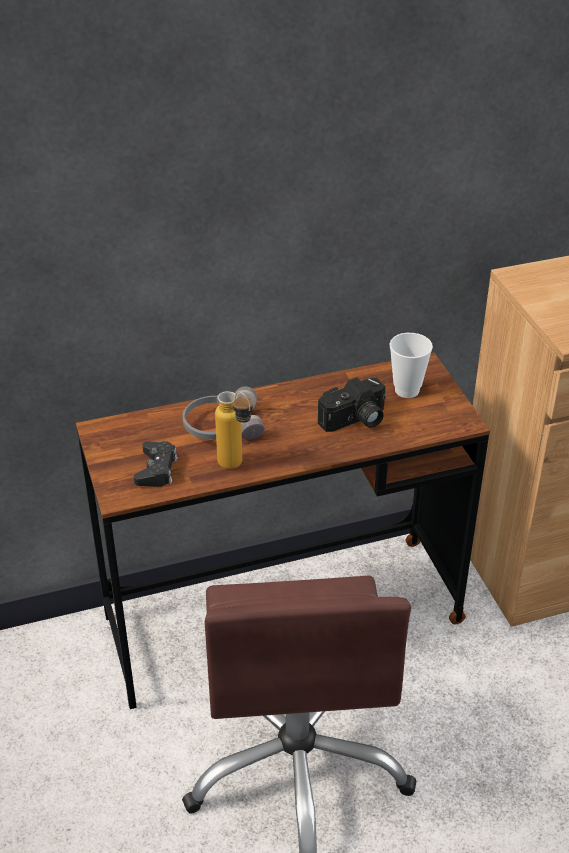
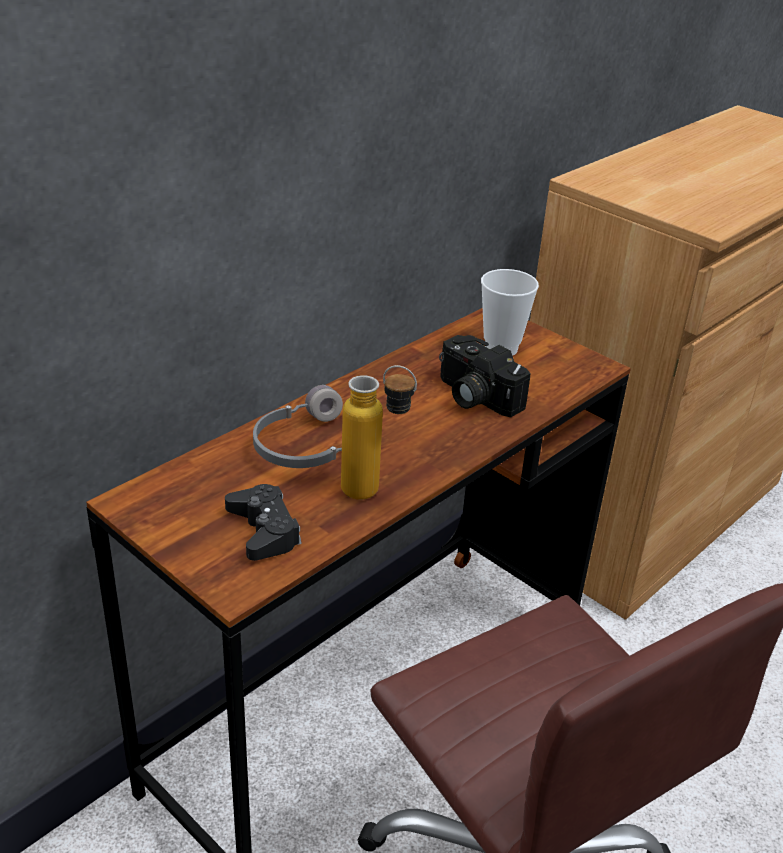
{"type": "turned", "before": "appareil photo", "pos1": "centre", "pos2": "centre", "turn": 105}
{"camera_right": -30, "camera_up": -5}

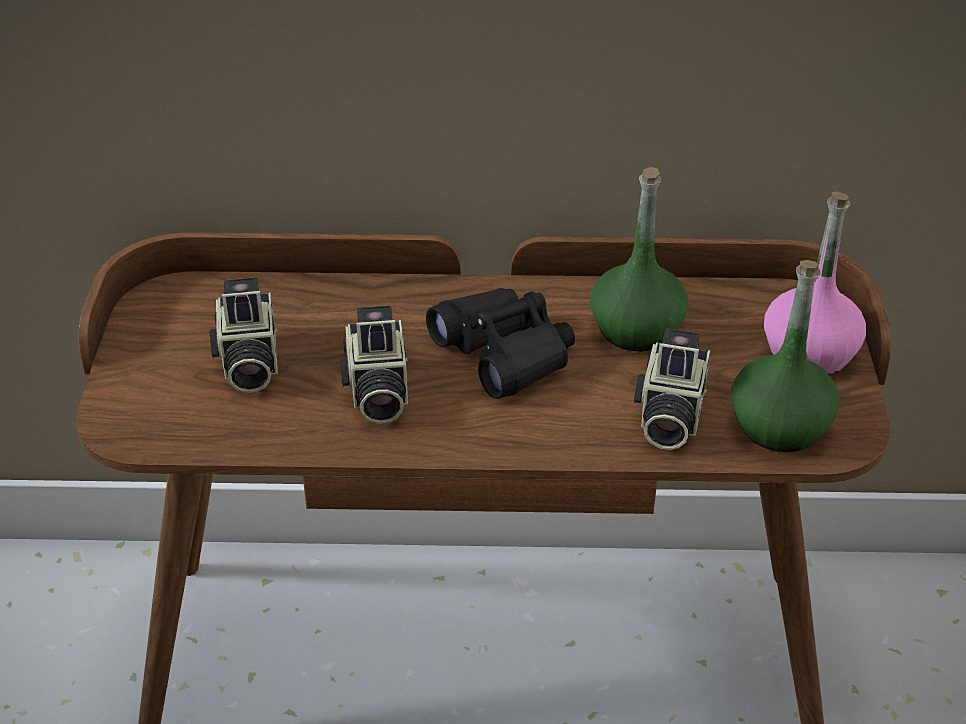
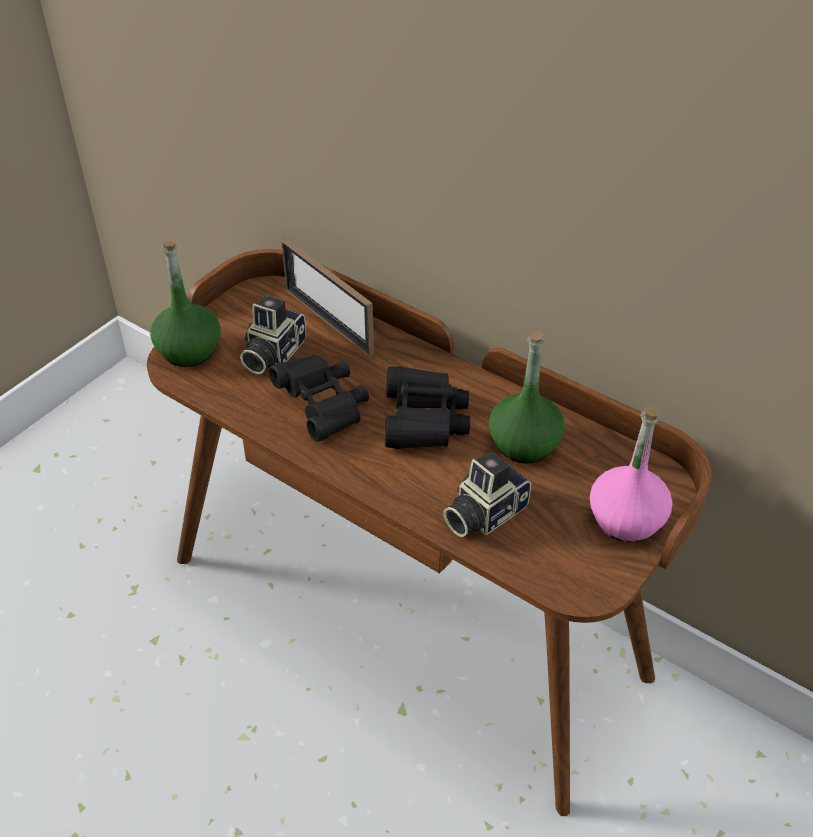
{"type": "replaced", "before": "appareil photo (2nd from left)", "after": "jumelles (noir) (1st from left)", "pos1": "centre", "pos2": "centre"}
{"type": "moved", "before": "bouteille (vert) (2nd from left in the first image)", "after": "bouteille (vert) (1st from left)", "pos1": "middle right", "pos2": "middle left"}
{"type": "added", "after": "cadre photo", "pos2": "centre"}
{"camera_right": 35, "camera_up": 5}

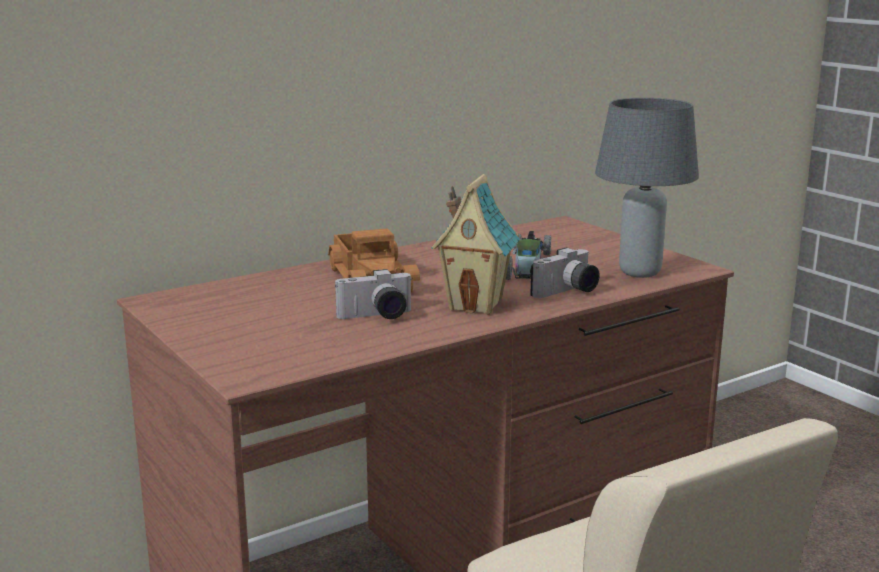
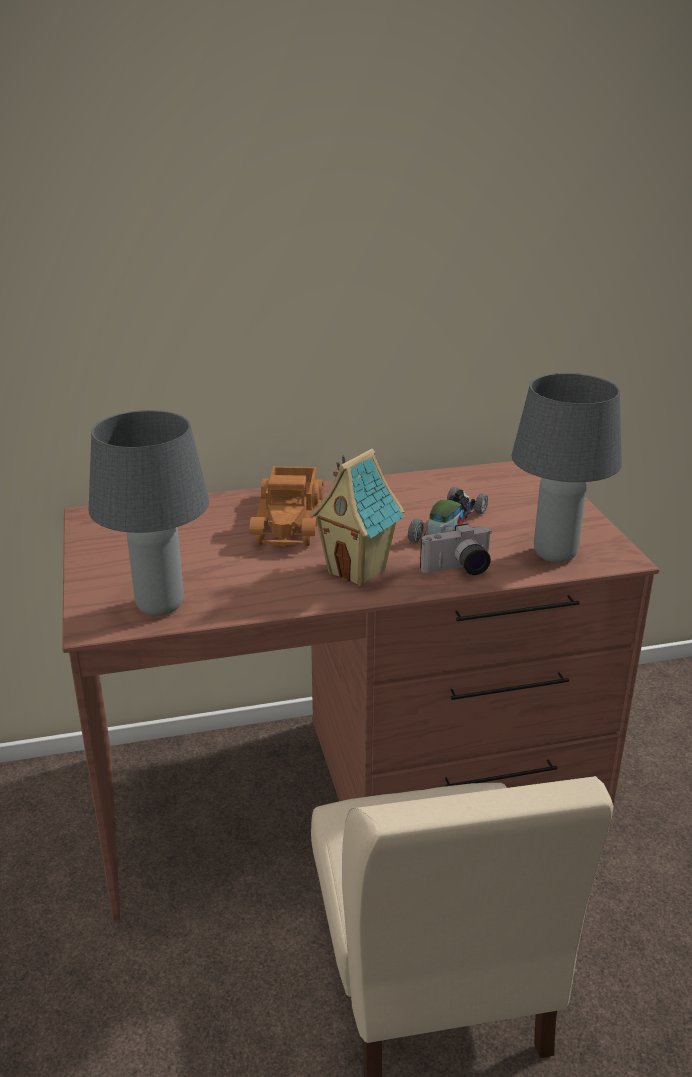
{"type": "removed", "before": "appareil photo (1st from left)", "pos1": "centre"}
{"type": "added", "after": "lampe de table (gris) (1st from left)", "pos2": "middle left"}
{"camera_right": 20, "camera_up": 10}

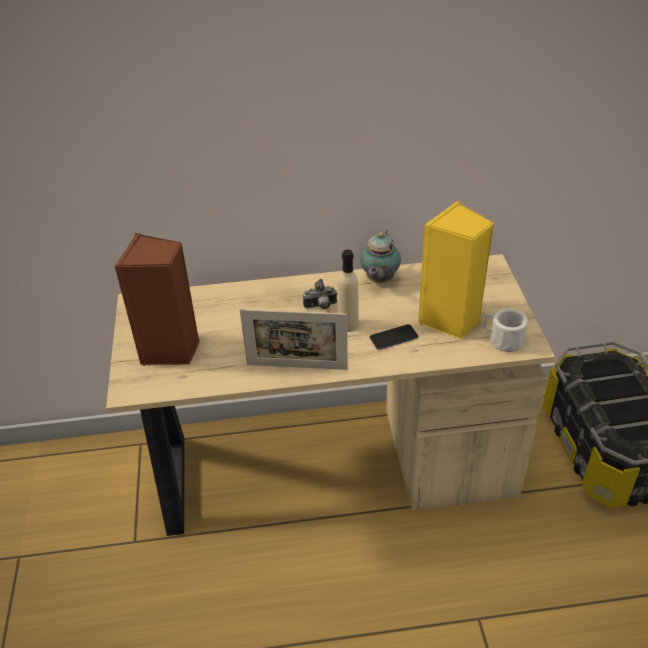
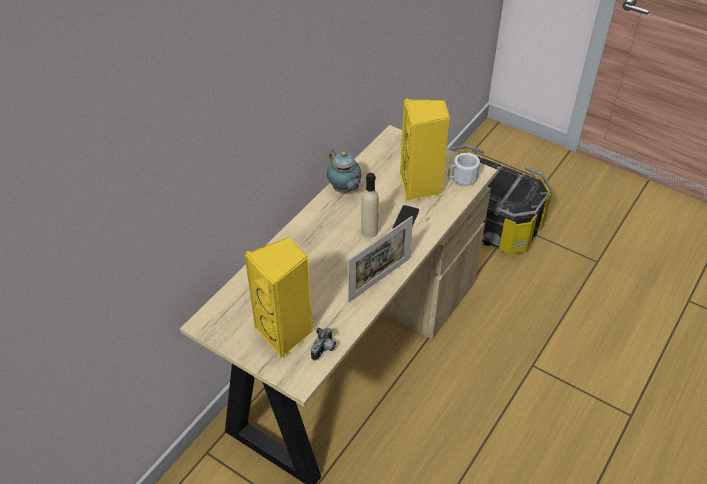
{"type": "recoloured", "before": "enceinte (marron)", "after": "enceinte (jaune) (1st from left)", "pos1": "middle left", "pos2": "centre"}
{"type": "moved", "before": "appareil photo", "pos1": "centre", "pos2": "bottom centre"}
{"camera_right": -50, "camera_up": 5}

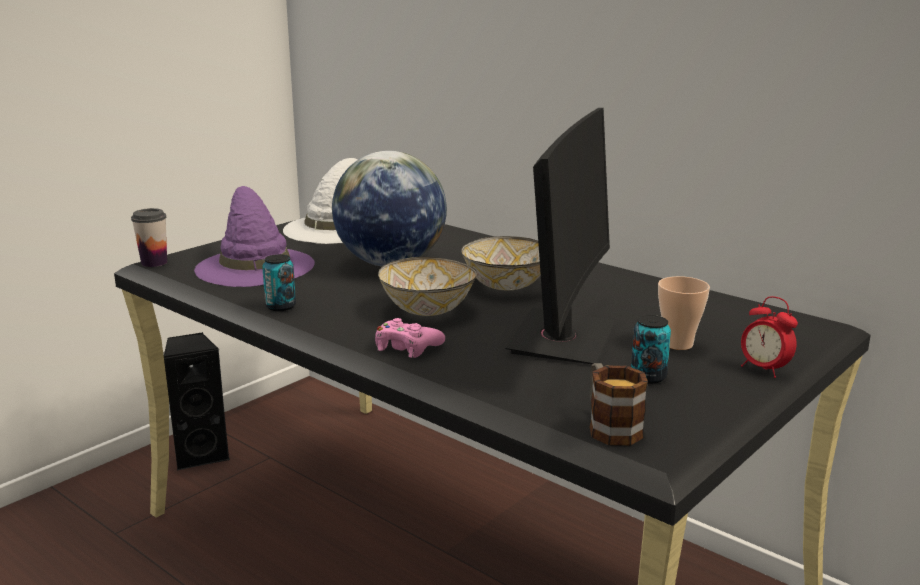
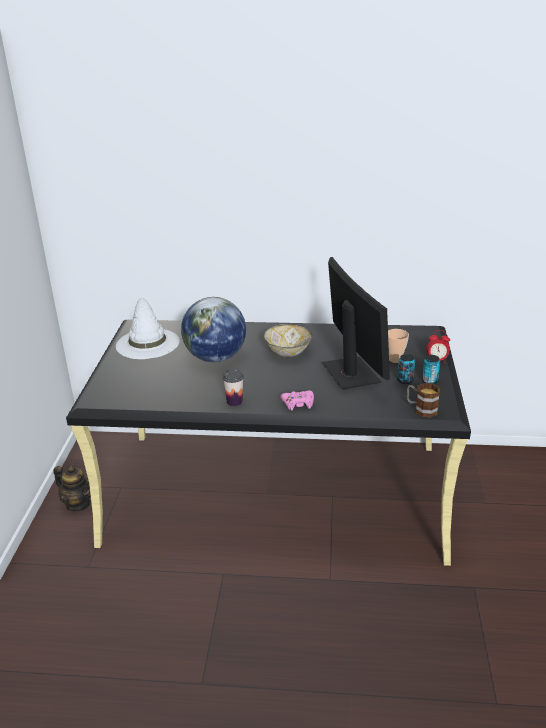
{"type": "moved", "before": "tasse (1st from left)", "pos1": "middle left", "pos2": "centre"}
{"type": "replaced", "before": "enceinte (noir)", "after": "théière", "pos1": "bottom left", "pos2": "bottom left"}
{"type": "removed", "before": "chapeau (violet)", "pos1": "middle left"}
{"type": "moved", "before": "boîte métallique (1st from left in the first image)", "after": "boîte métallique (2nd from left)", "pos1": "middle left", "pos2": "middle right"}
{"type": "removed", "before": "bol (1st from left)", "pos1": "centre"}
{"camera_right": -35, "camera_up": 10}

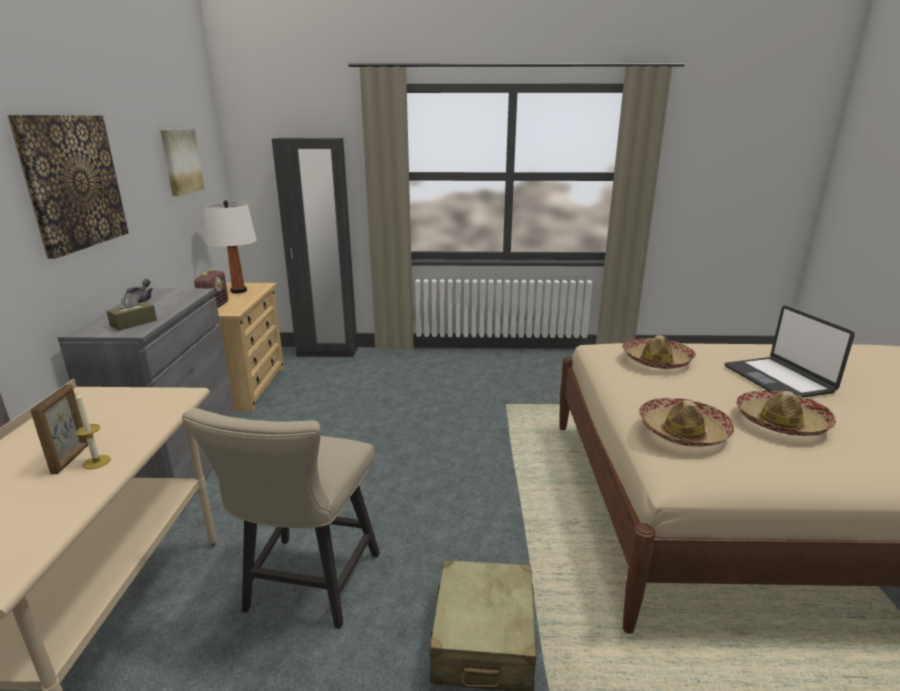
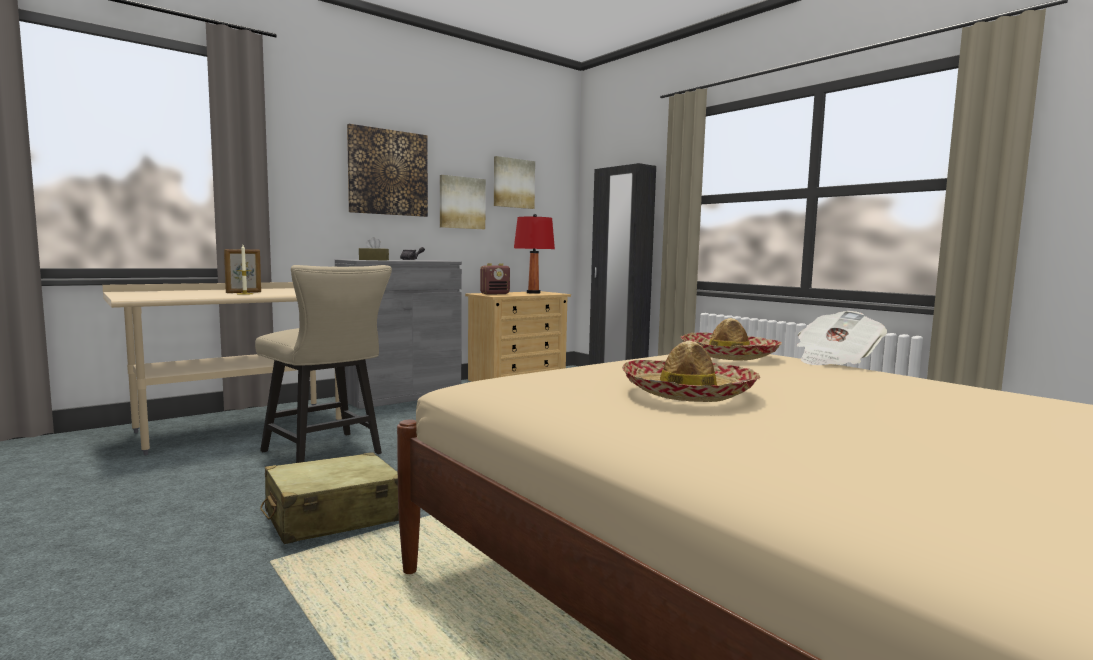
{"type": "turned", "before": "chaise (beige)", "pos1": "bottom left", "pos2": "middle left", "turn": -105}
{"type": "recoloured", "before": "lampe de table (blanc)", "after": "lampe de table (rouge)", "pos1": "middle left", "pos2": "centre"}
{"type": "removed", "before": "chapeau (2nd from left)", "pos1": "middle right"}
{"type": "removed", "before": "ordinateur portable", "pos1": "middle right"}
{"type": "added", "after": "tableau (2nd from left)", "pos2": "top centre"}
{"type": "added", "after": "journal", "pos2": "middle right"}
{"camera_right": 50, "camera_up": -15}

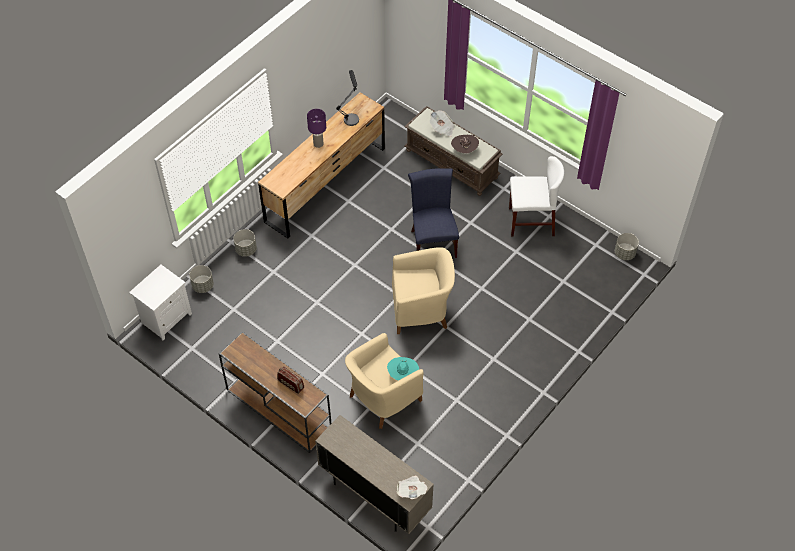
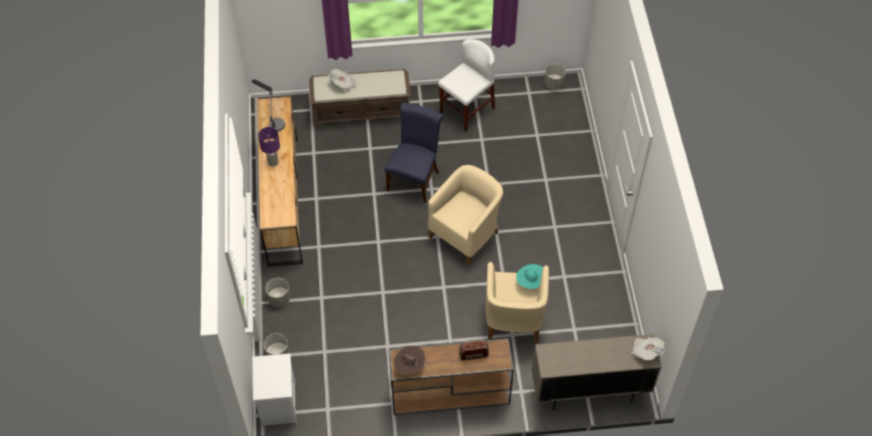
{"type": "turned", "before": "chaise (bleu)", "pos1": "centre", "pos2": "centre", "turn": 75}
{"type": "moved", "before": "chapeau (marron)", "pos1": "top centre", "pos2": "bottom centre"}
{"camera_right": -45, "camera_up": 0}

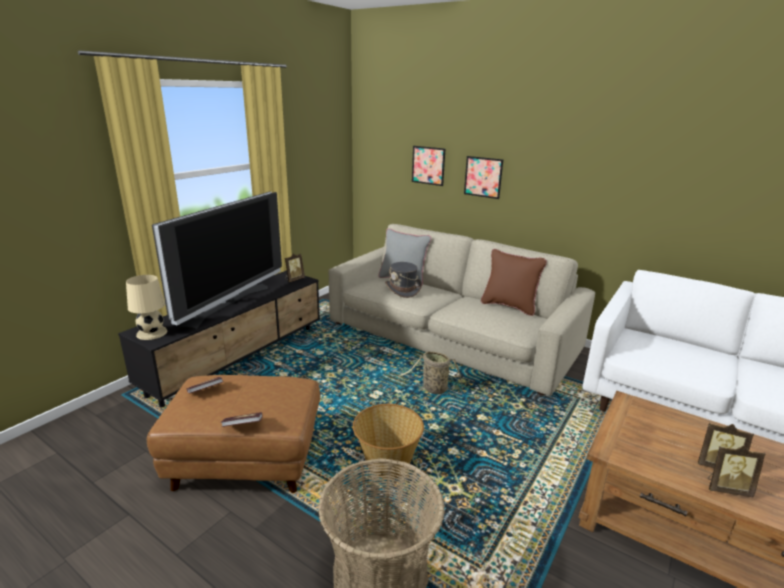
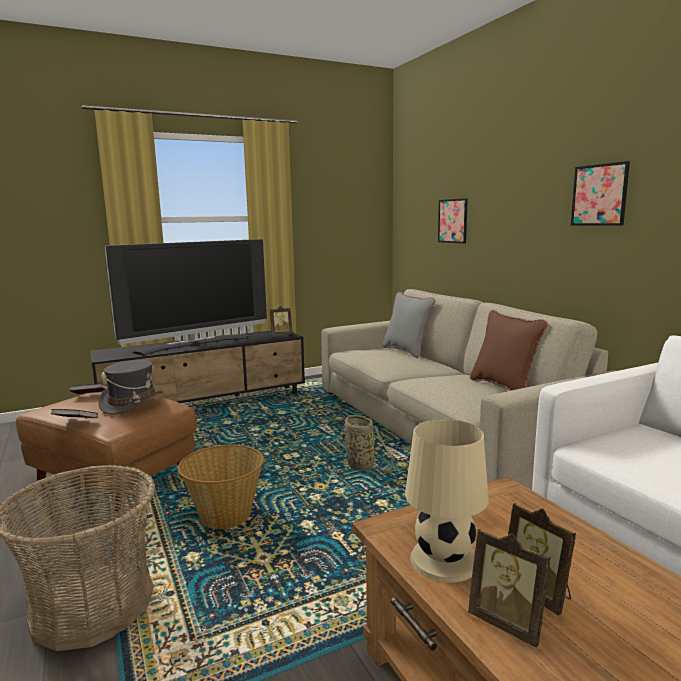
{"type": "moved", "before": "lampe de table (beige)", "pos1": "middle left", "pos2": "bottom centre"}
{"type": "moved", "before": "chapeau (gris)", "pos1": "centre", "pos2": "middle left"}
{"type": "moved", "before": "tableau (2nd from left)", "pos1": "top centre", "pos2": "top right"}
{"camera_right": 30, "camera_up": -10}

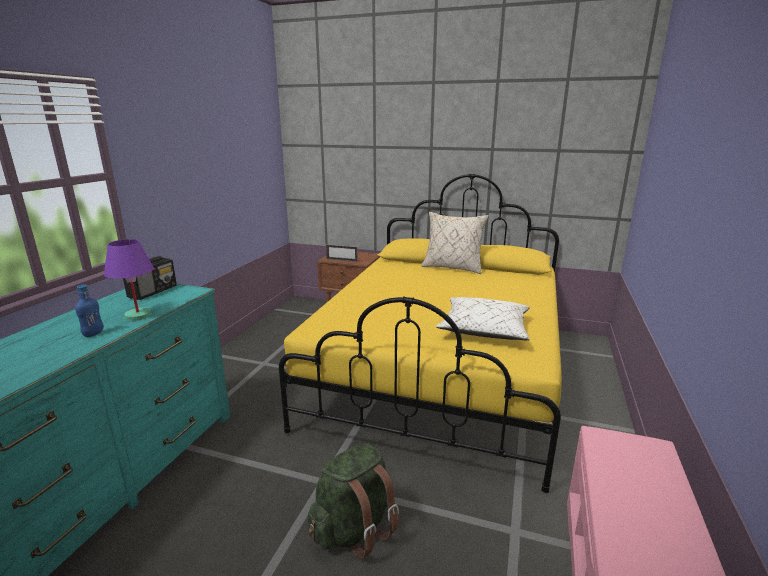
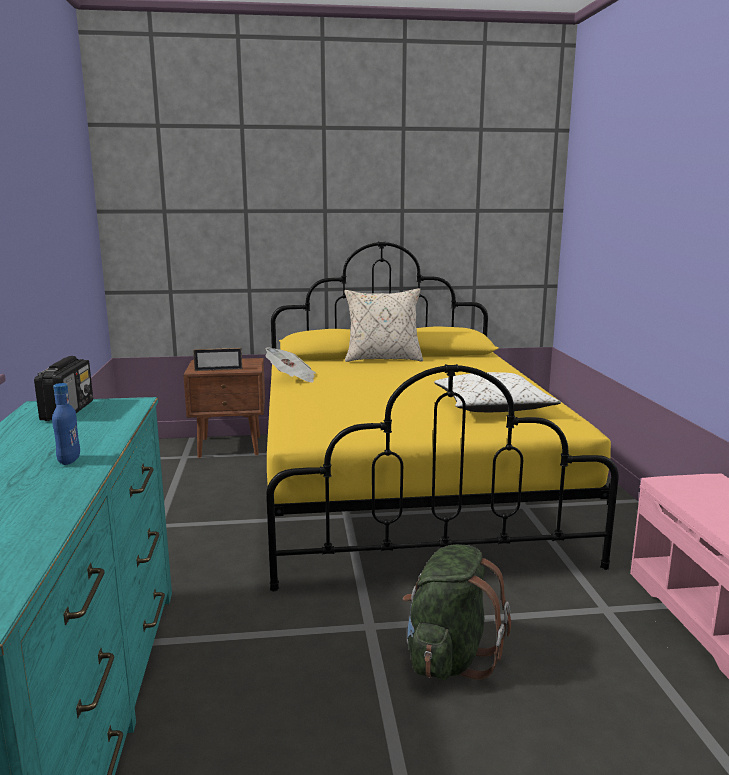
{"type": "removed", "before": "lampe de table (violet)", "pos1": "middle left"}
{"type": "added", "after": "journal", "pos2": "centre"}
{"camera_right": -25, "camera_up": -5}

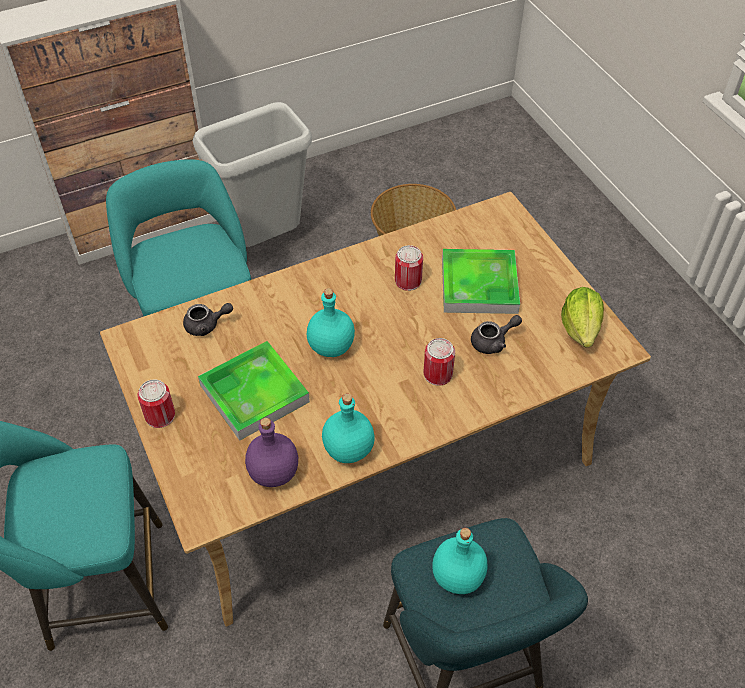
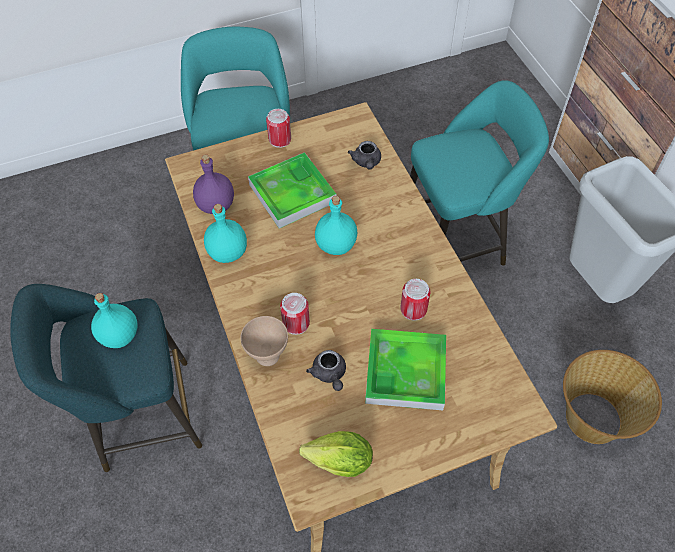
{"type": "added", "after": "bol (beige)", "pos2": "centre"}
{"camera_right": 95, "camera_up": 5}

